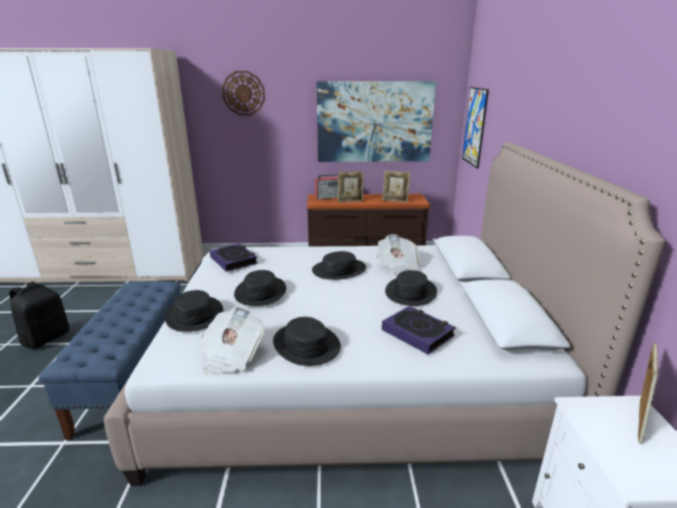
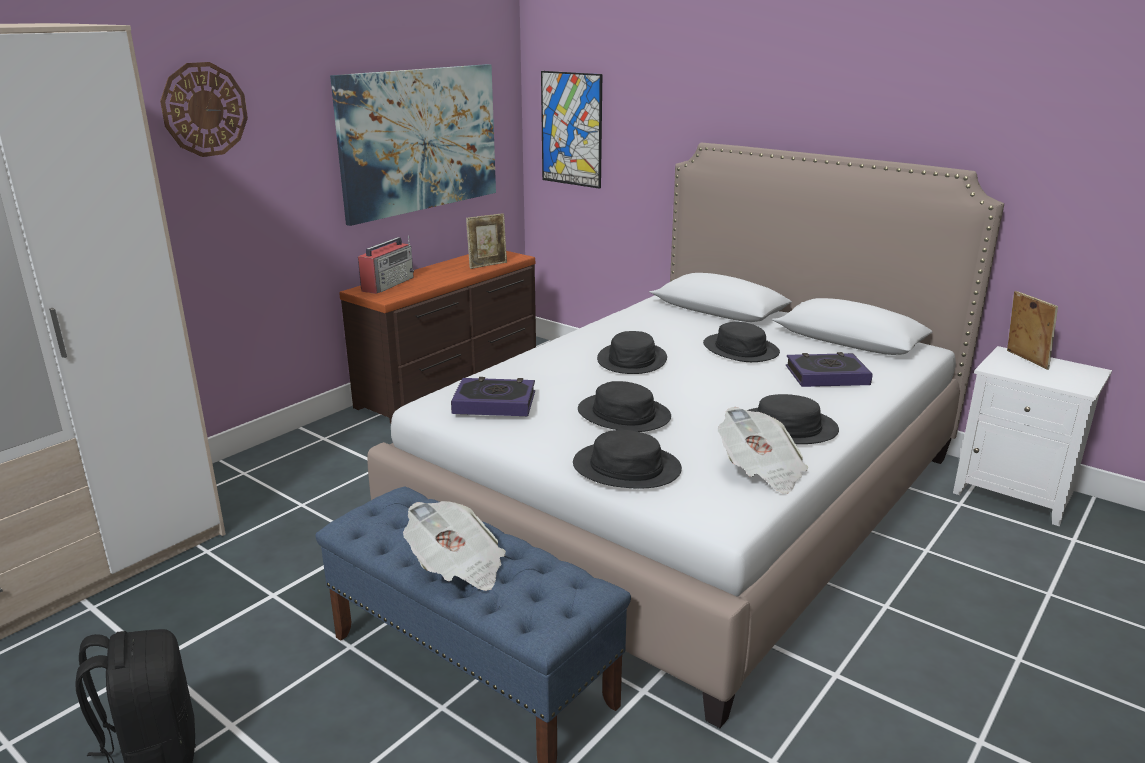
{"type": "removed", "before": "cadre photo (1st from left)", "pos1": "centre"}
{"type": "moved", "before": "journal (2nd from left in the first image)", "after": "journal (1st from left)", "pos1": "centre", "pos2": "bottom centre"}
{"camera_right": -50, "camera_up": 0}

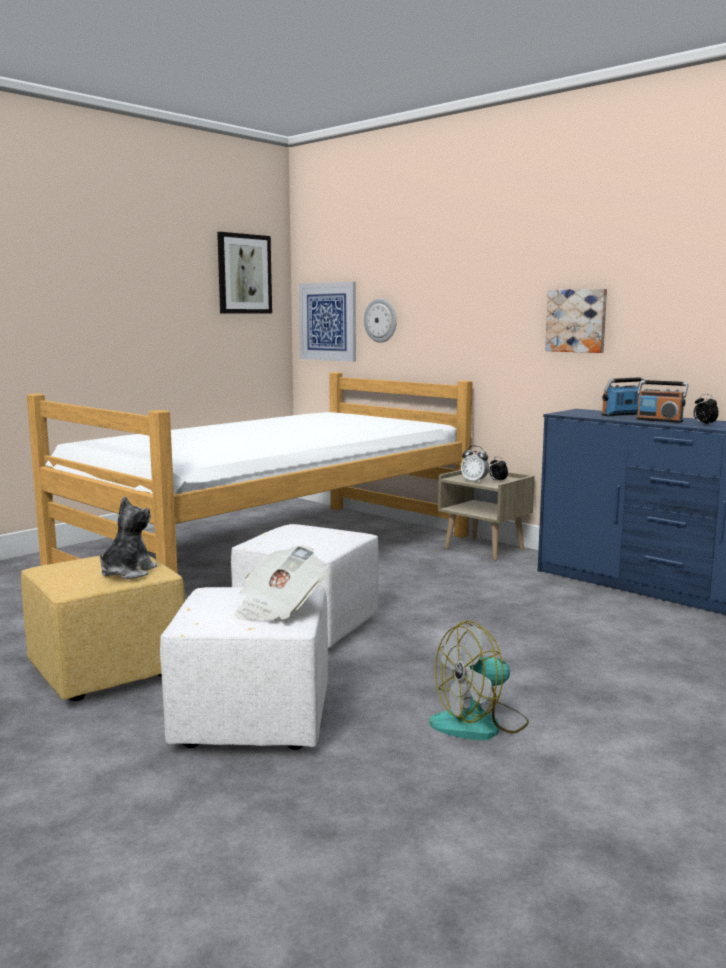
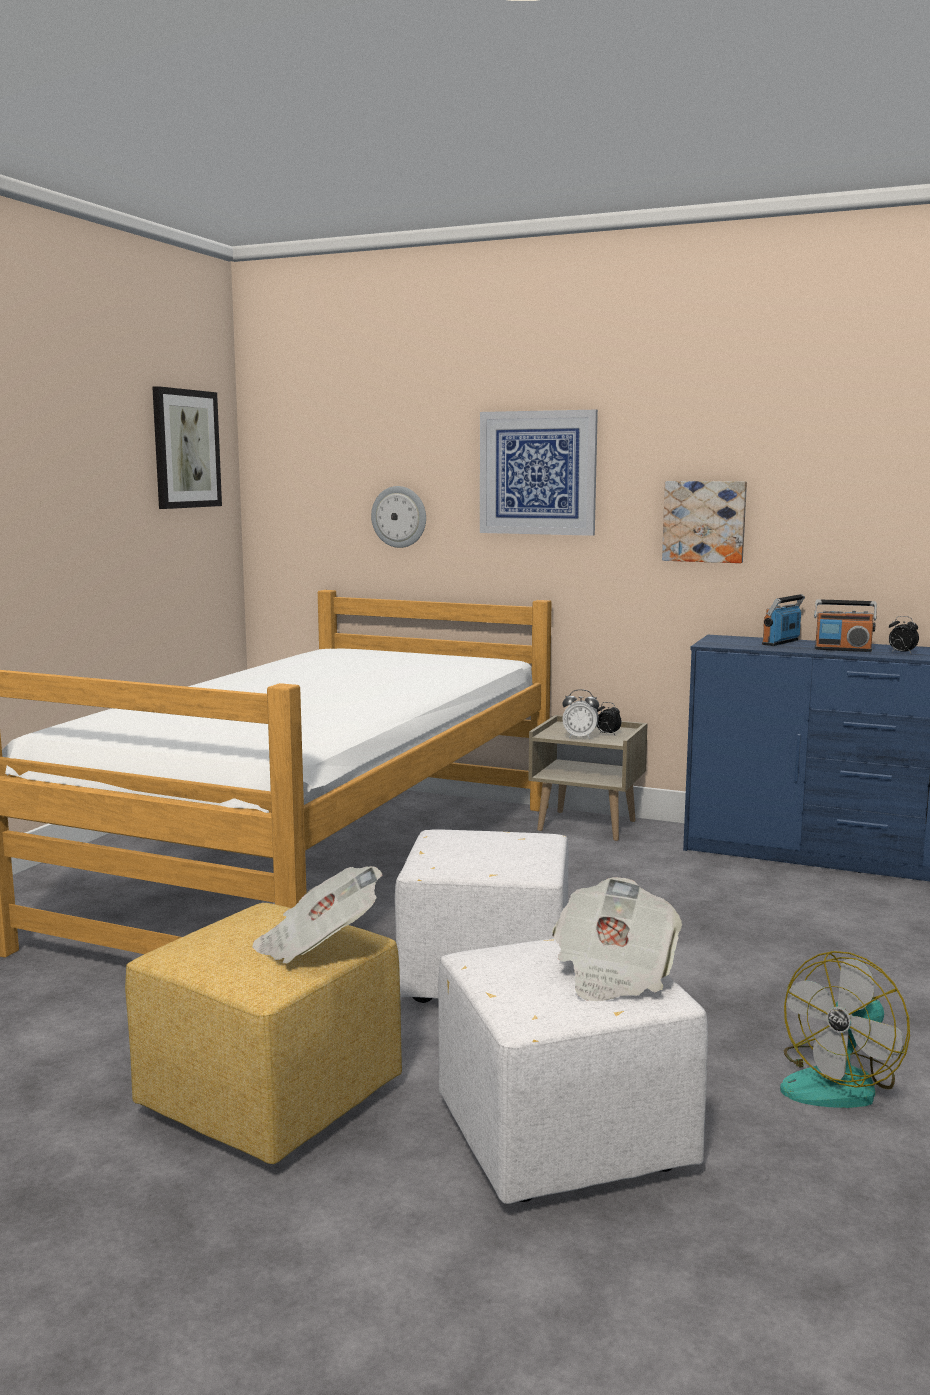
{"type": "replaced", "before": "peluche", "after": "journal (1st from left)", "pos1": "middle left", "pos2": "centre"}
{"type": "moved", "before": "tableau (2nd from left)", "pos1": "top centre", "pos2": "centre"}
{"camera_right": -20, "camera_up": 0}

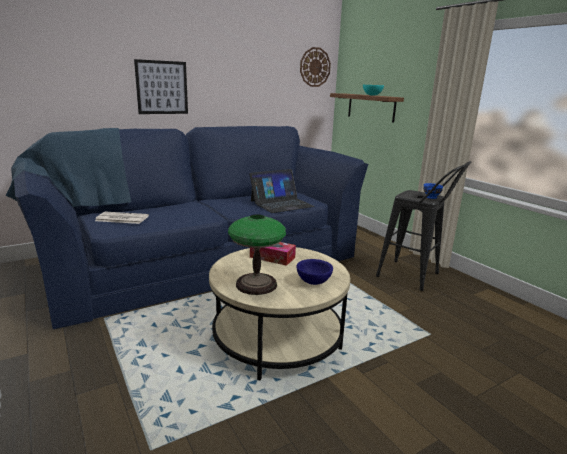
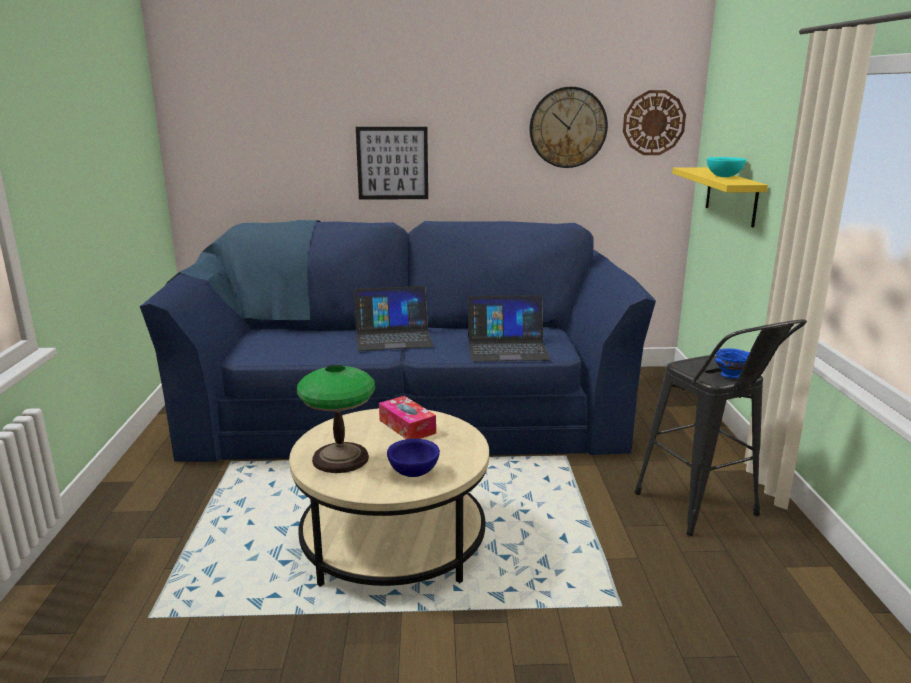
{"type": "removed", "before": "journal", "pos1": "middle left"}
{"type": "recoloured", "before": "étagère (marron)", "after": "étagère (jaune)", "pos1": "top centre", "pos2": "top right"}
{"type": "added", "after": "ordinateur portable (1st from left)", "pos2": "centre"}
{"type": "added", "after": "horloge murale (1st from left)", "pos2": "top centre"}
{"camera_right": 30, "camera_up": 0}

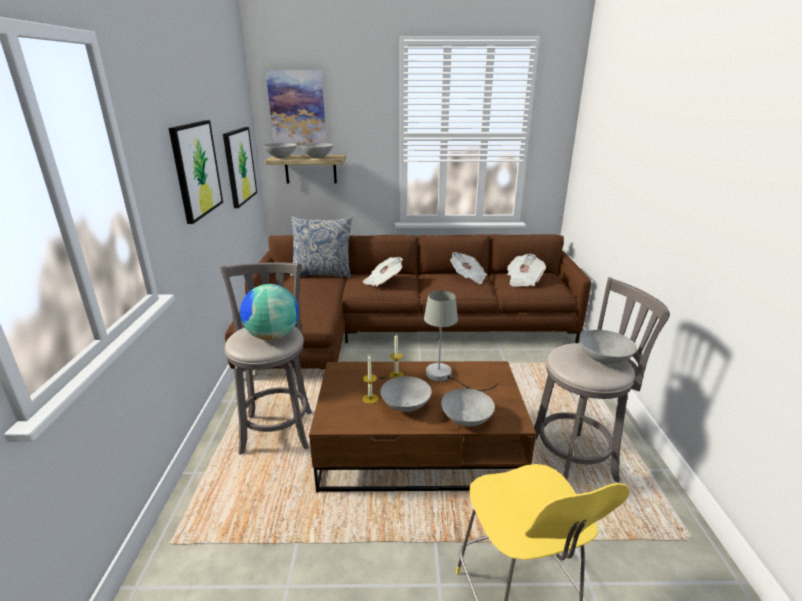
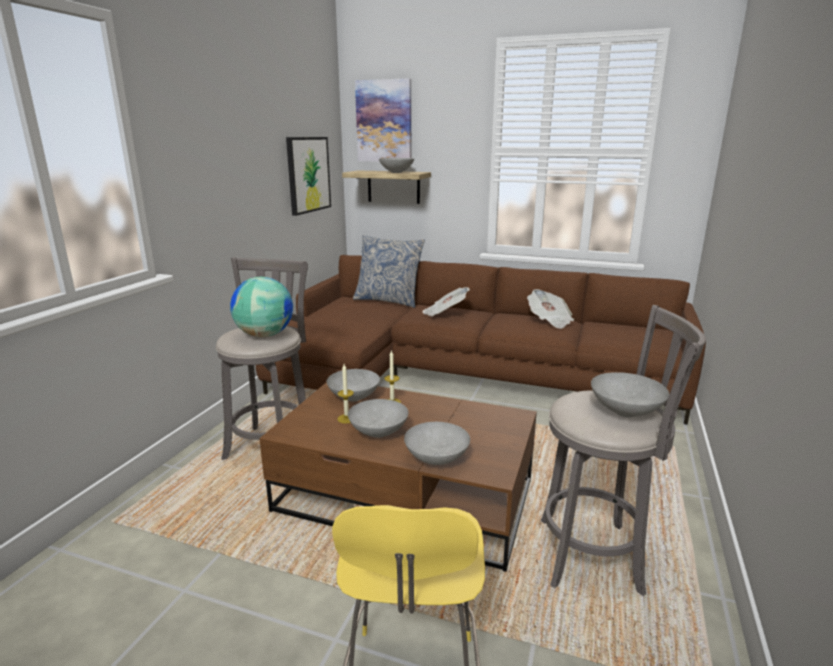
{"type": "removed", "before": "tableau (1st from left)", "pos1": "top left"}
{"type": "moved", "before": "bol (gris) (1st from left)", "pos1": "top centre", "pos2": "centre"}
{"type": "removed", "before": "lampe de table (gris)", "pos1": "centre"}
{"type": "removed", "before": "journal (3rd from left)", "pos1": "centre"}
{"camera_right": 20, "camera_up": -5}

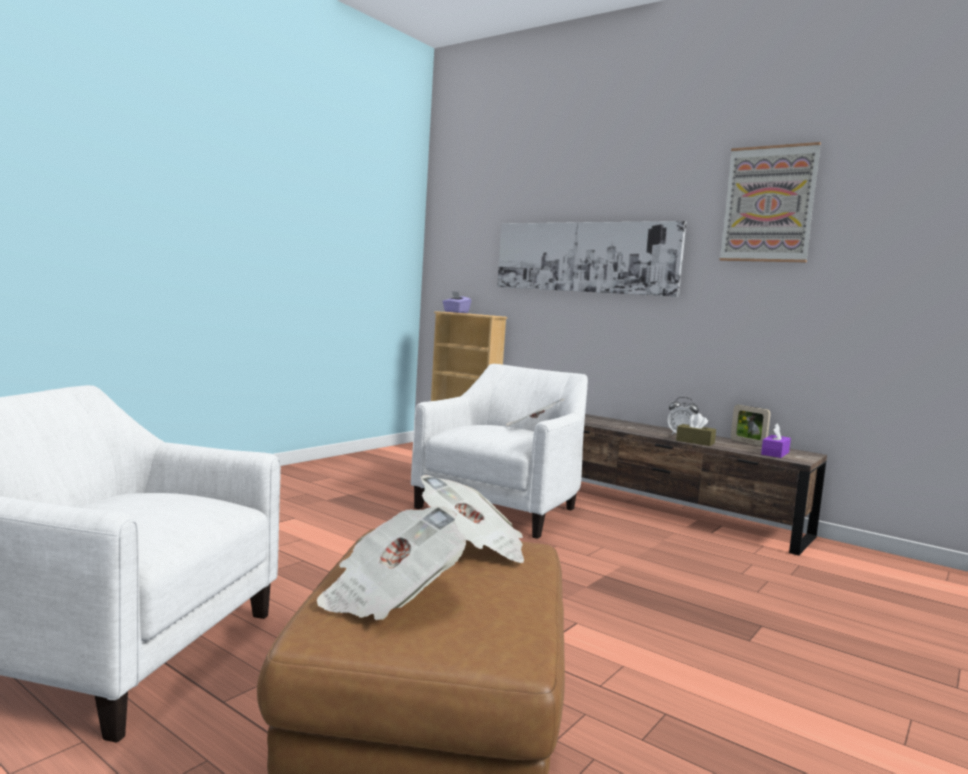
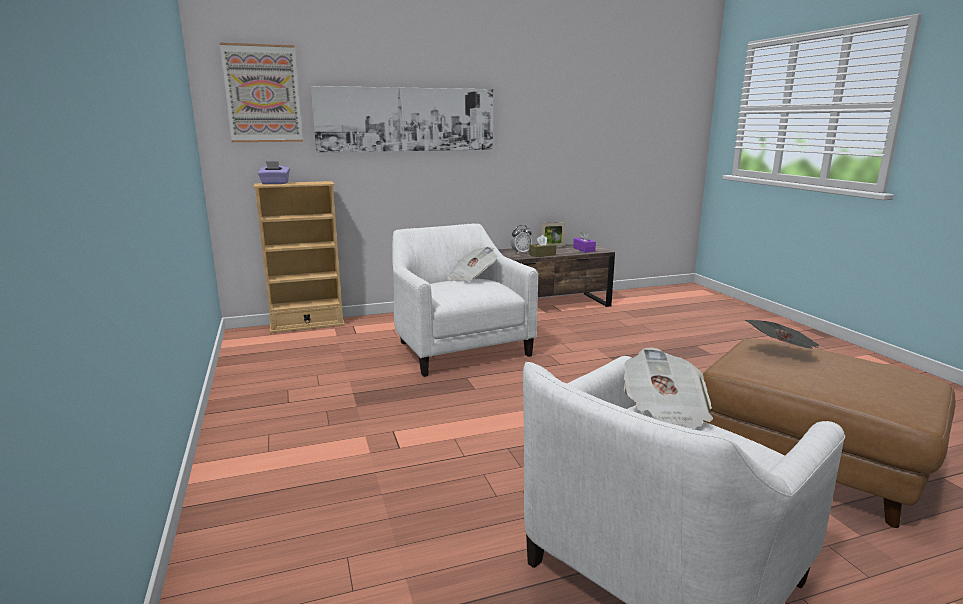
{"type": "moved", "before": "journal (1st from left in the first image)", "after": "journal (2nd from left)", "pos1": "bottom centre", "pos2": "middle right"}
{"type": "moved", "before": "tableau (2nd from left in the first image)", "after": "tableau (1st from left)", "pos1": "top right", "pos2": "top left"}
{"camera_right": -55, "camera_up": 10}

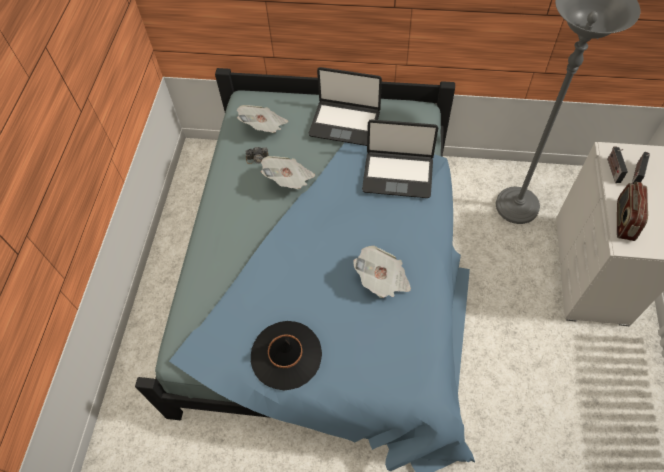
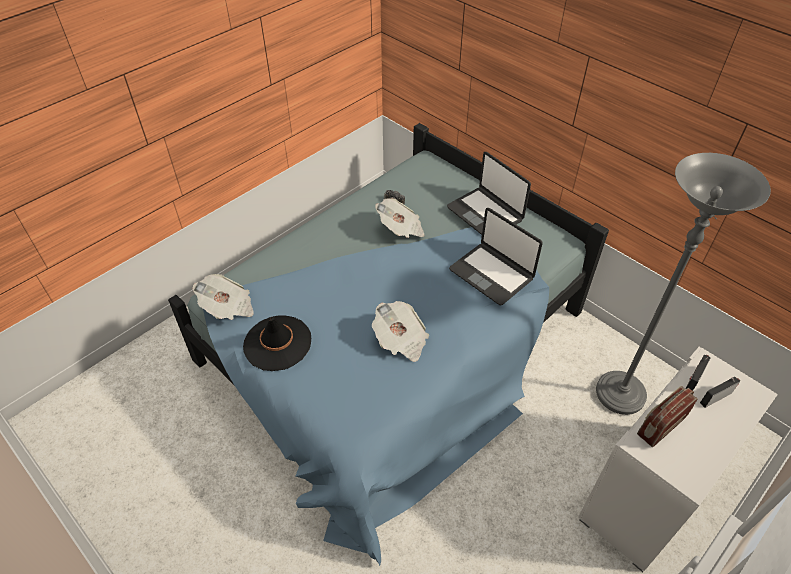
{"type": "moved", "before": "journal (1st from left)", "pos1": "top centre", "pos2": "middle left"}
{"camera_right": 35, "camera_up": -10}

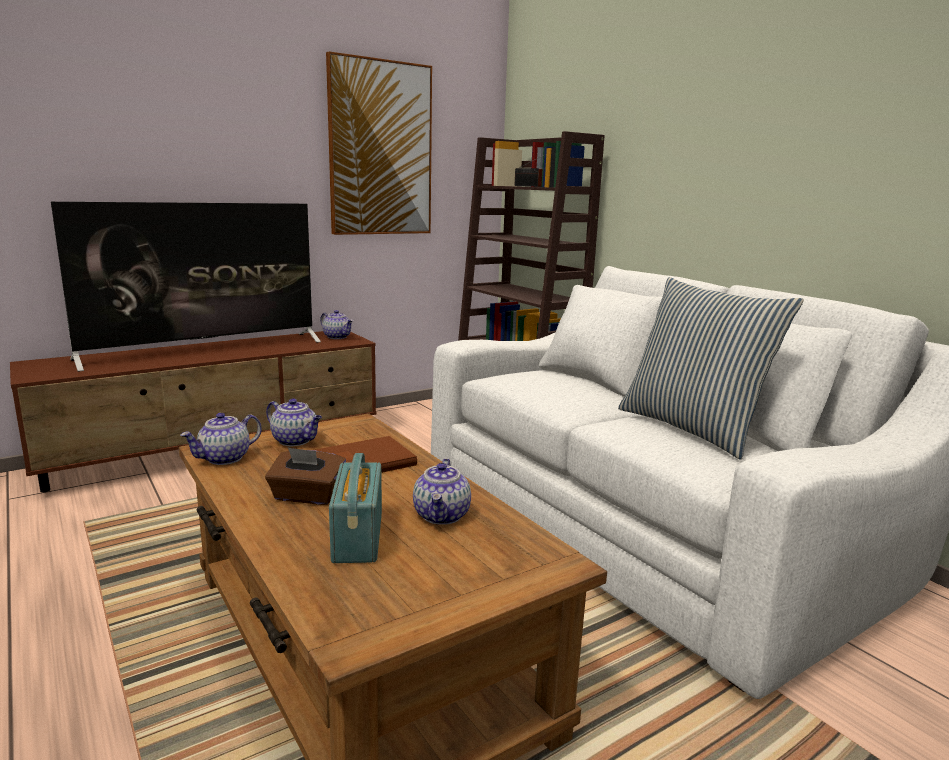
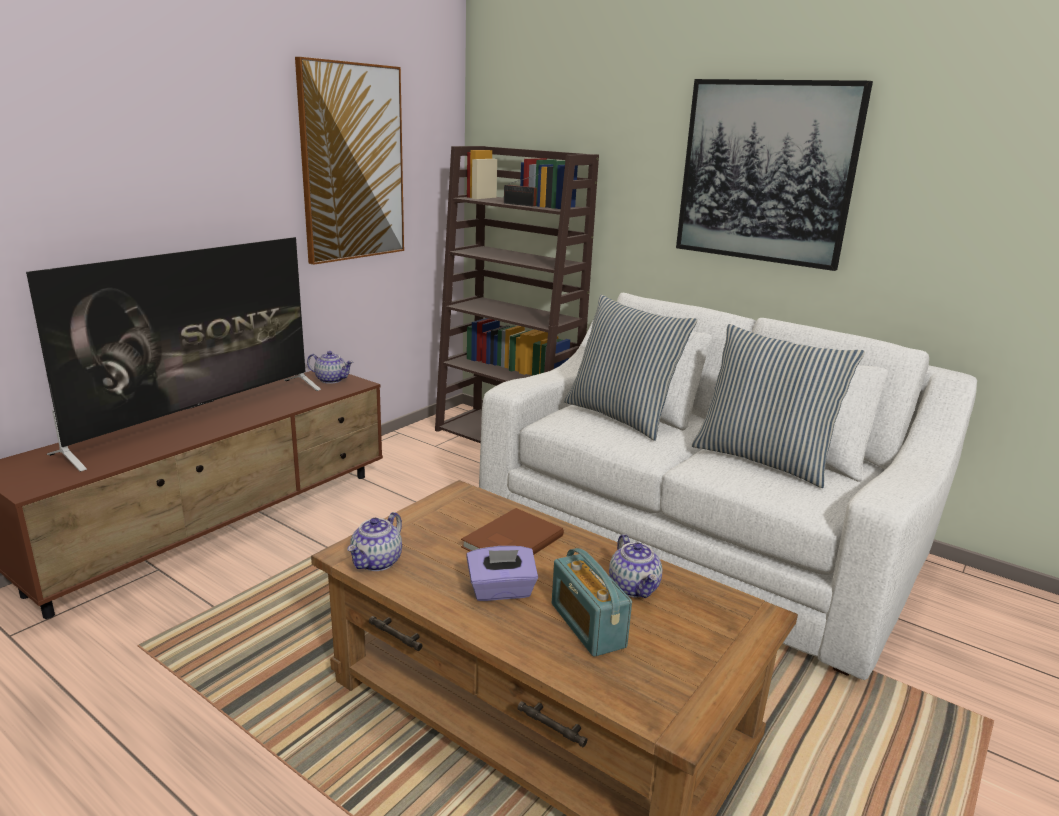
{"type": "recoloured", "before": "boîte à mouchoirs (marron)", "after": "boîte à mouchoirs (violet)", "pos1": "middle left", "pos2": "bottom centre"}
{"type": "removed", "before": "théière (2nd from left)", "pos1": "middle left"}
{"type": "added", "after": "coussin (1st from left)", "pos2": "centre"}
{"type": "added", "after": "tableau (2nd from left)", "pos2": "top right"}
{"camera_right": -20, "camera_up": 5}

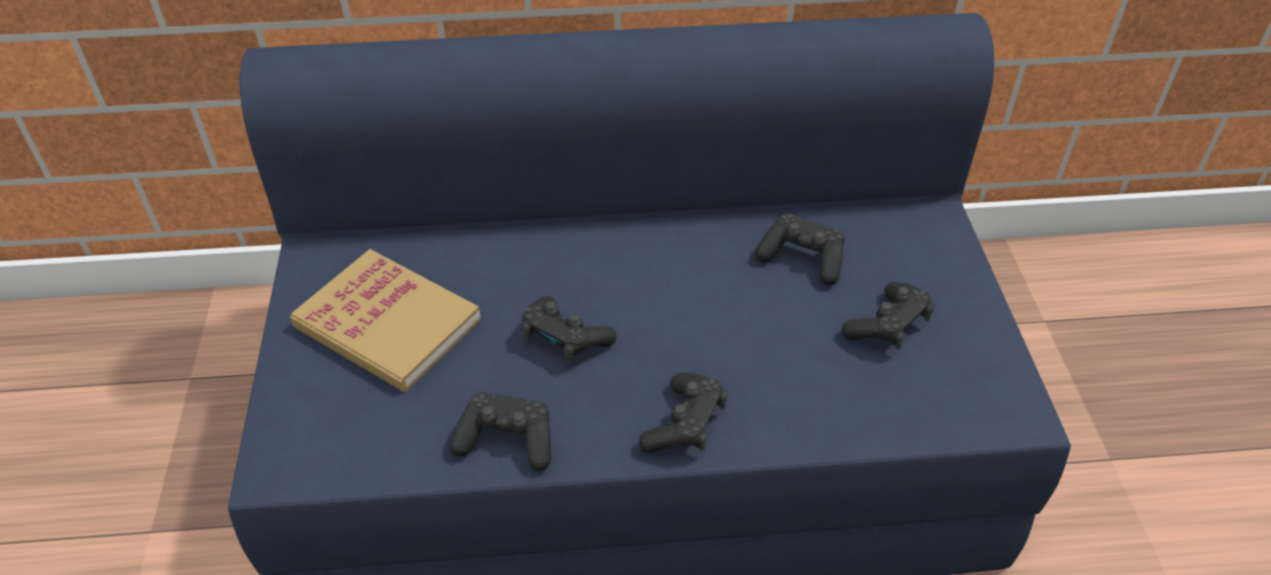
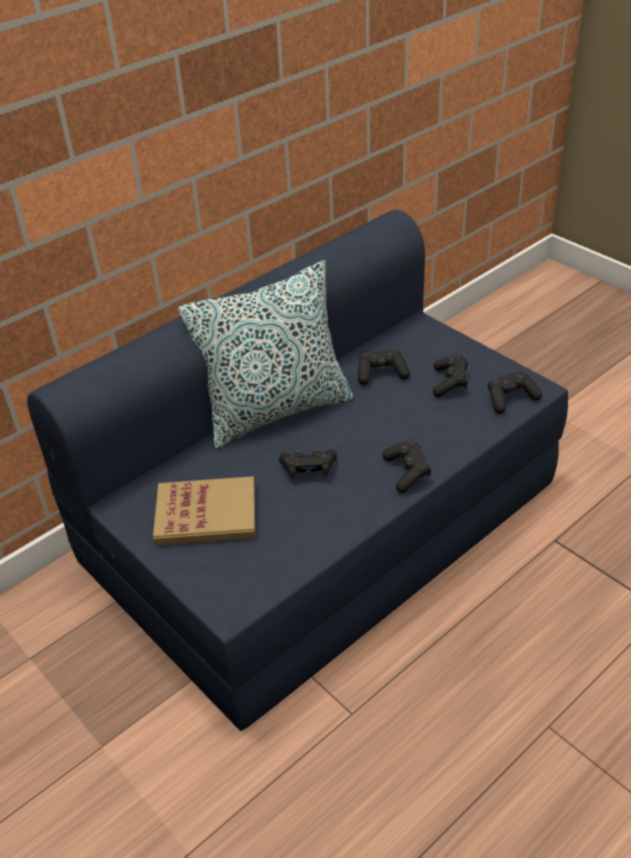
{"type": "moved", "before": "manette (noir) (1st from left in the first image)", "after": "manette (noir) (5th from left)", "pos1": "bottom centre", "pos2": "middle right"}
{"type": "added", "after": "coussin", "pos2": "centre"}
{"camera_right": -35, "camera_up": -5}

